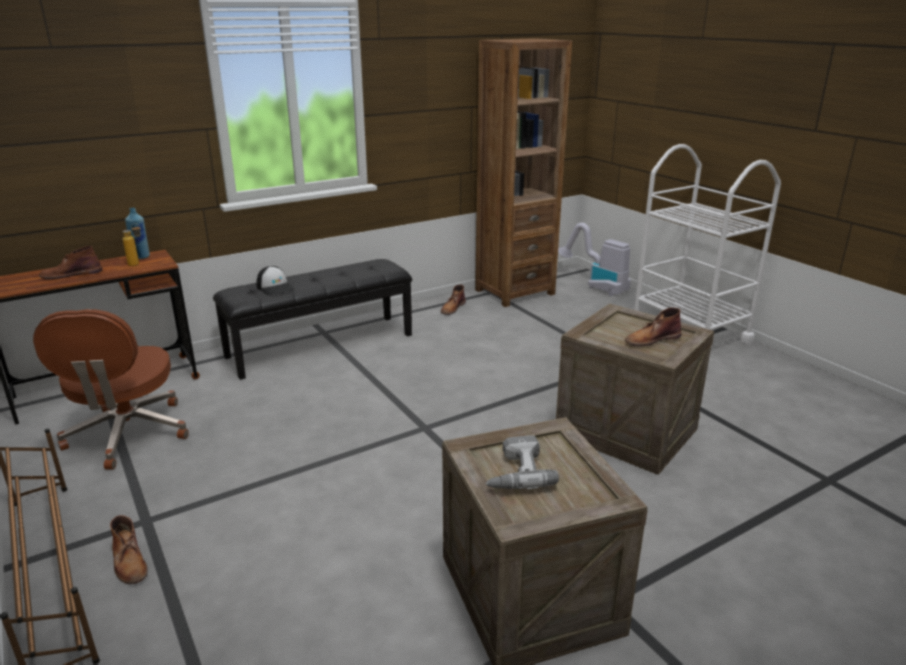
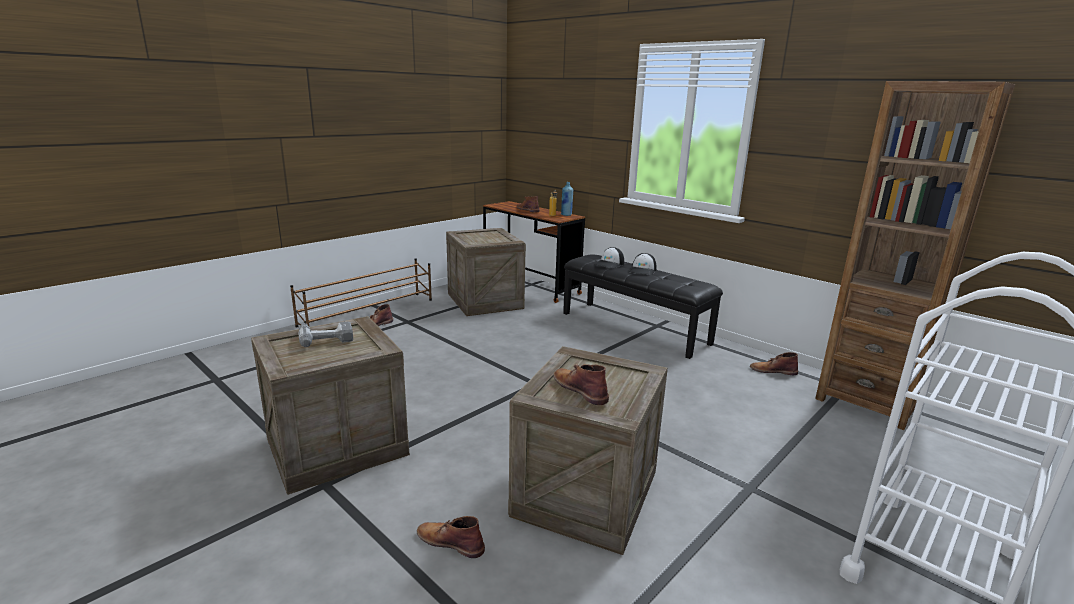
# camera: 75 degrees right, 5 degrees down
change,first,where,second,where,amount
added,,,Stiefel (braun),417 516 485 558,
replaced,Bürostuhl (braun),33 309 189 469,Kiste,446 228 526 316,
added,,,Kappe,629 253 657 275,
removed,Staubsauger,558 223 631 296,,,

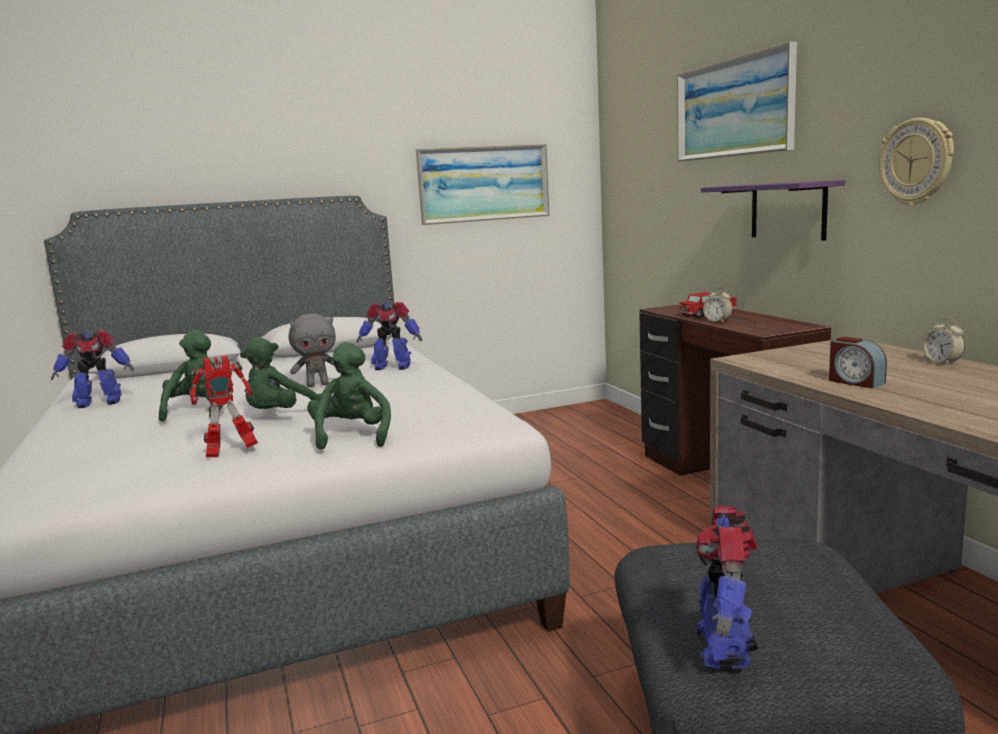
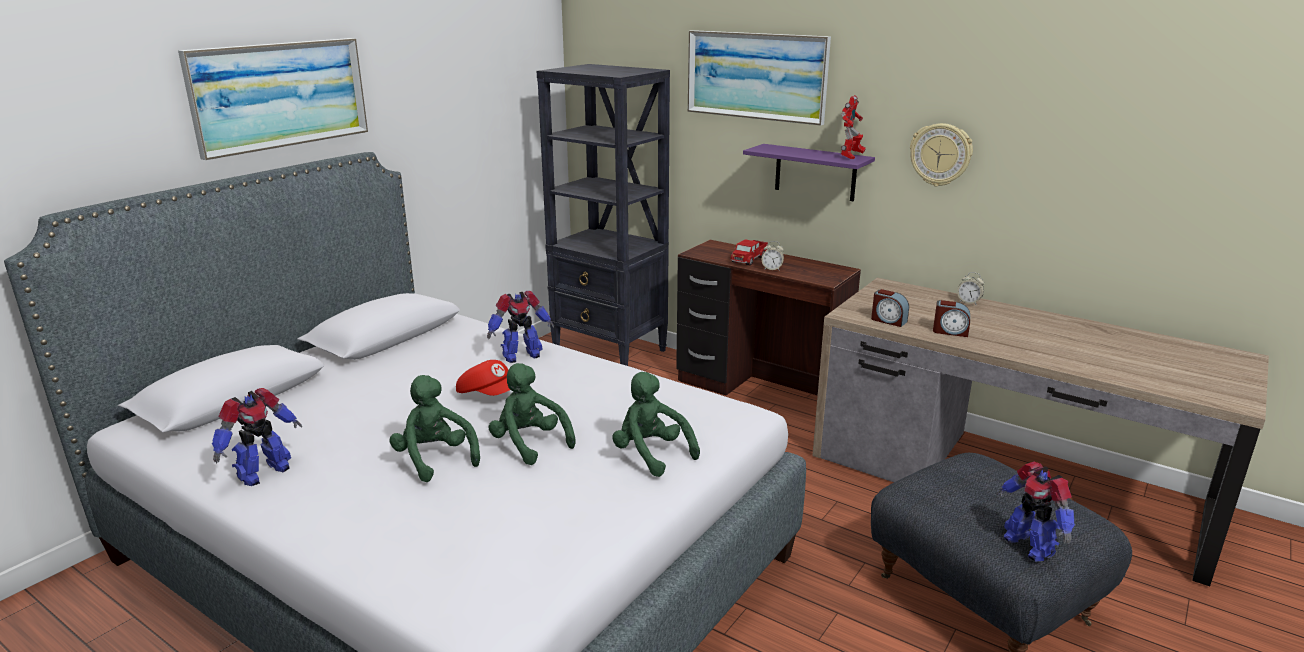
# camera: 35 degrees left, 10 degrees up
change,first,where,second,where,amount
moved,Bild,416 144 550 225,,178 38 368 160,
replaced,Plüschtier (grau),288 314 336 387,Kappe (rot),456 360 510 396,
turned,Plüschtier (grün),240 337 322 409,,489 363 576 465,135 degrees clockwise
added,,,Bücherregal (schwarz),537 64 670 366,
moved,Spielzeugroboter,190 355 258 457,,841 95 866 159,
added,,,Wecker,871 289 909 327,

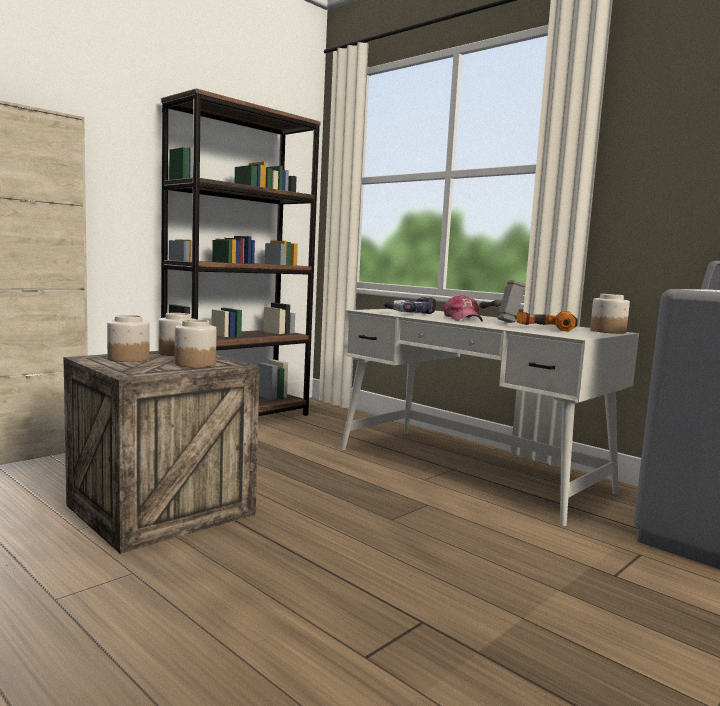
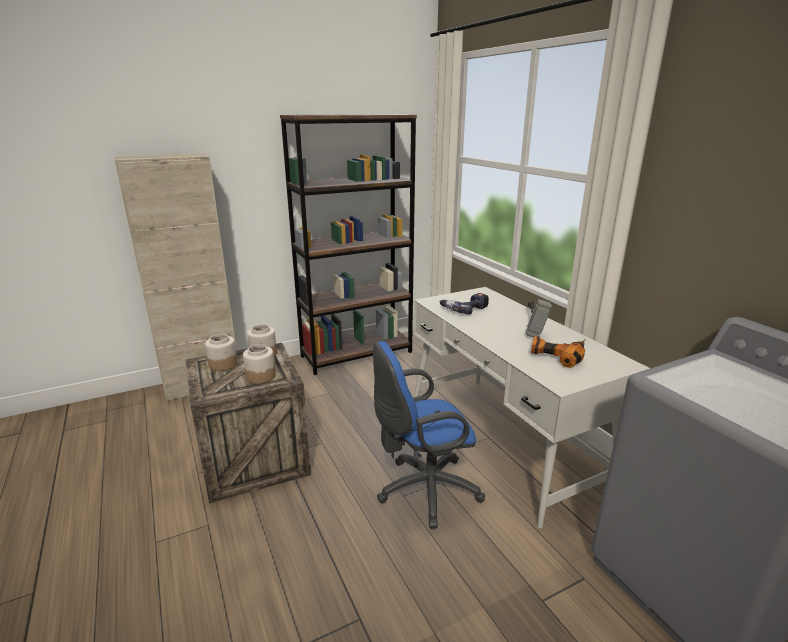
# camera: 20 degrees right, 15 degrees up
change,first,where,second,where,amount
added,,,Bürostuhl (blau),373 341 485 529,
removed,Kappe,443 295 483 322,,,
removed,Vorratsglas,590 294 630 334,,,

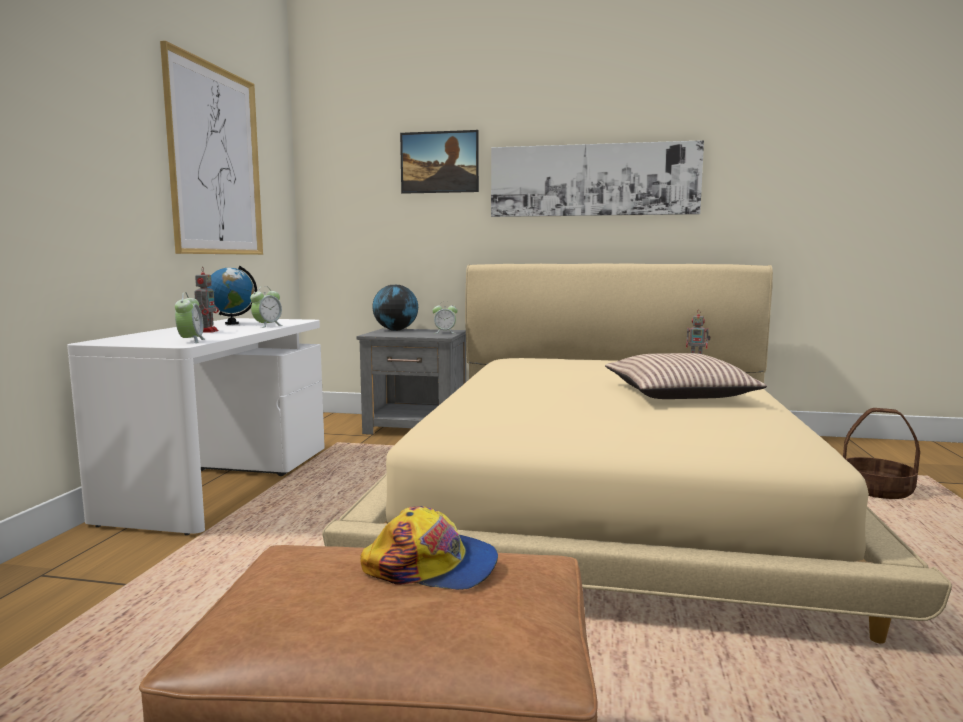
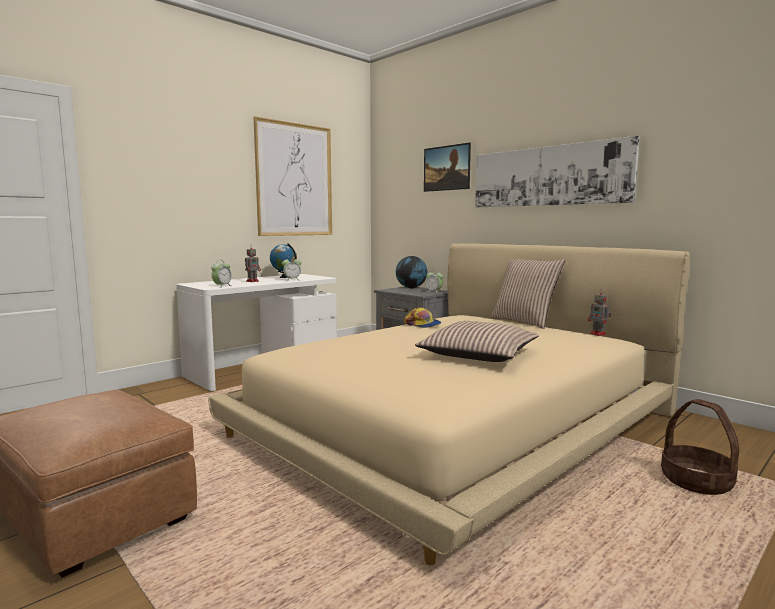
# camera: 35 degrees right, 0 degrees up
change,first,where,second,where,amount
moved,Kappe,360 506 498 590,,404 307 442 328,
added,,,Kissen,491 259 566 329,

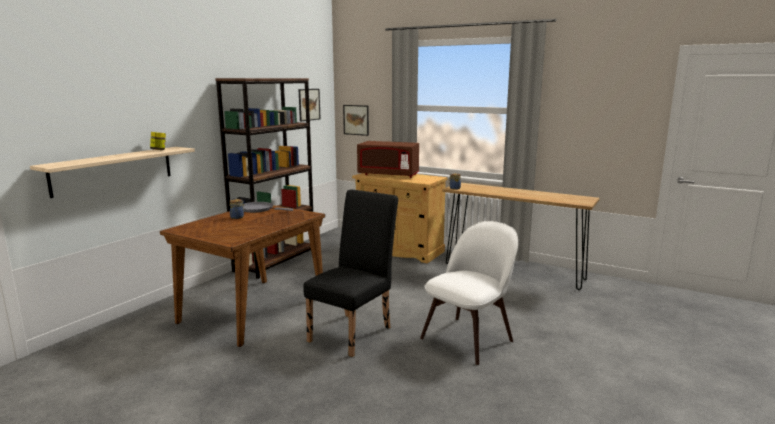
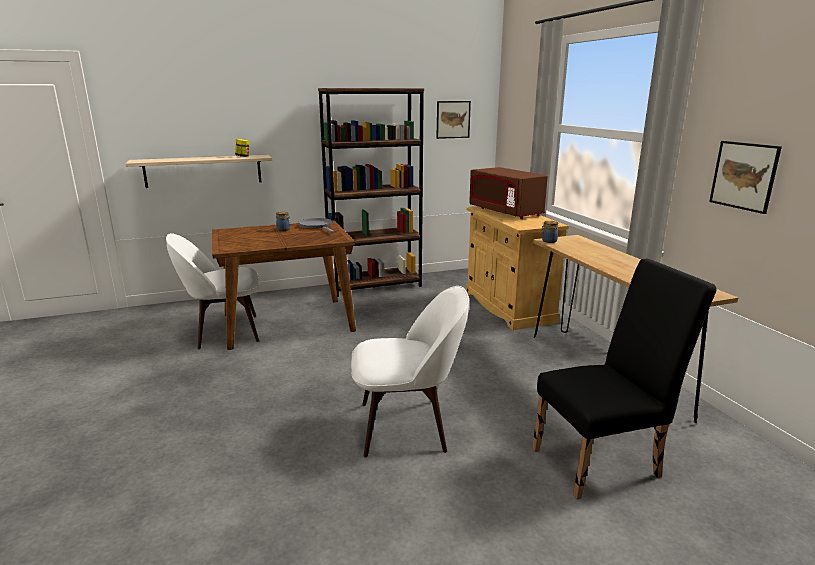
# camera: 40 degrees right, 5 degrees up
change,first,where,second,where,amount
added,,,Stuhl (weiß),166 233 260 349,
moved,Stuhl (schwarz),303 189 398 357,,532 259 717 499,
moved,Bild,343 105 369 136,,709 141 782 214,

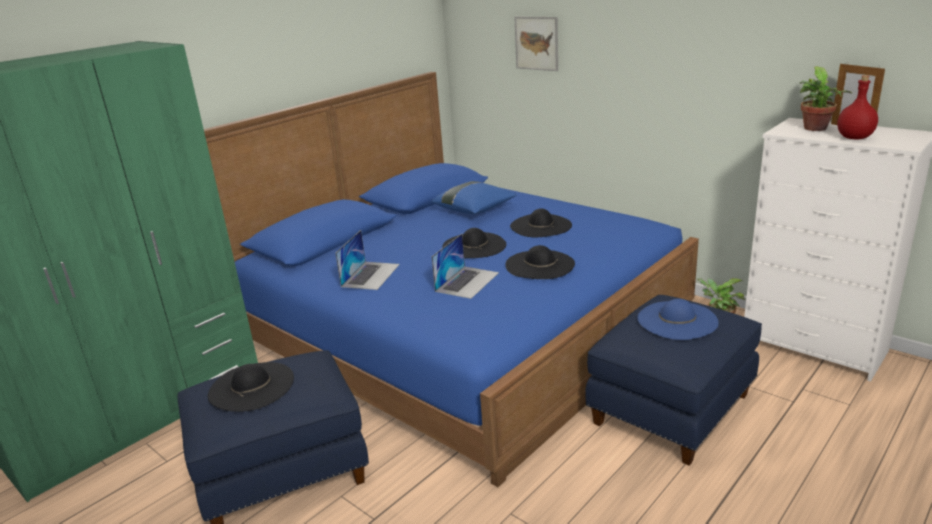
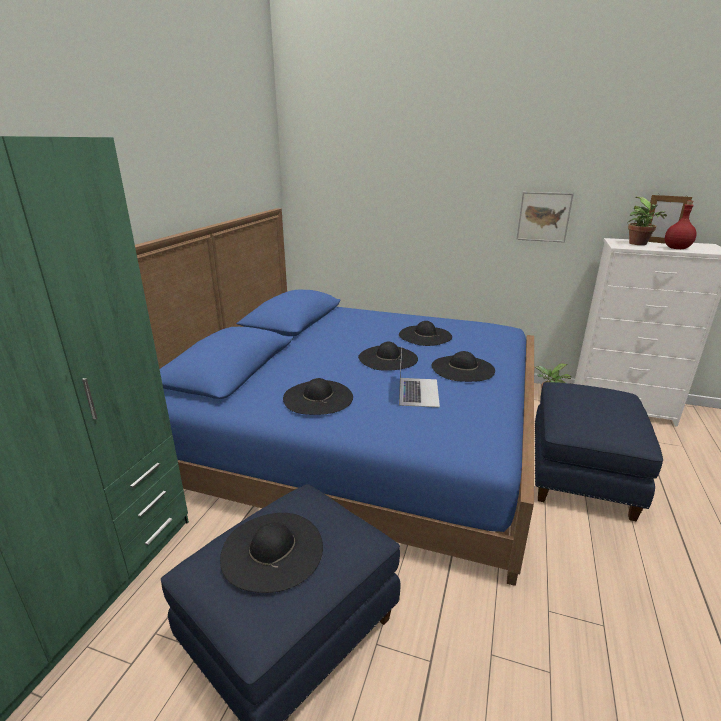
# camera: 25 degrees left, 0 degrees up
change,first,where,second,where,amount
replaced,Laptop,335 230 400 290,Hut (schwarz),283 378 353 415,
moved,Bild,514 16 558 71,,516 192 574 243,
removed,Kissen (blau),431 181 517 214,,,
removed,Hut (blau),637 299 719 340,,,

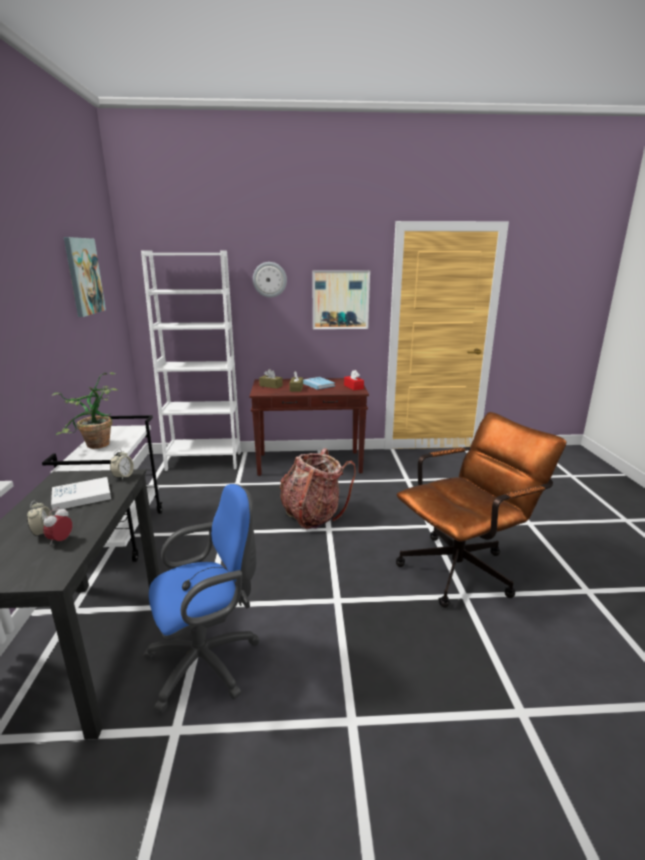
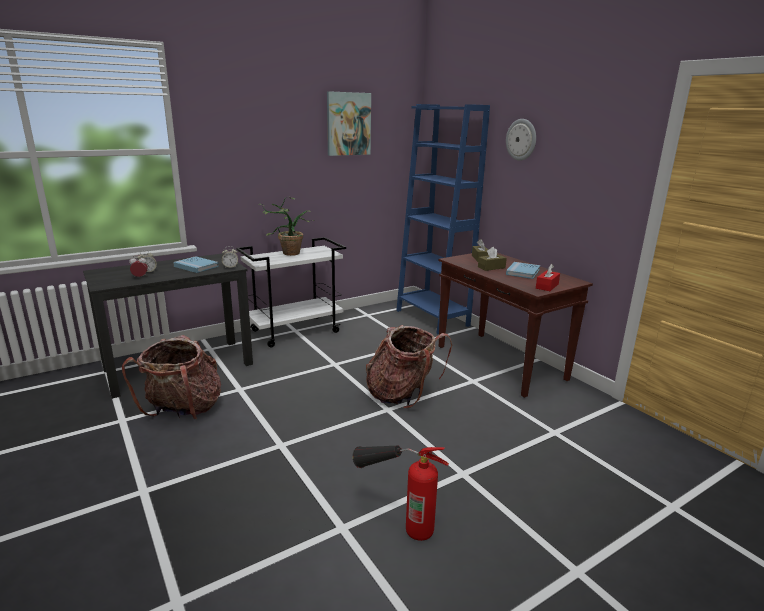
# camera: 60 degrees right, 0 degrees up
change,first,where,second,where,amount
replaced,Bürostuhl (blau),143 484 260 713,Rucksack,122 335 221 420,
recoloured,Buch (weiß),51 477 111 511,Buch (blau),173 256 219 273,
replaced,Bürostuhl (braun),396 412 567 608,Feuerlöscher,353 446 449 541,
recoloured,Bücherregal (weiß),141 250 241 471,Bücherregal (blau),396 104 490 334,
removed,Bild,312 270 370 329,,,

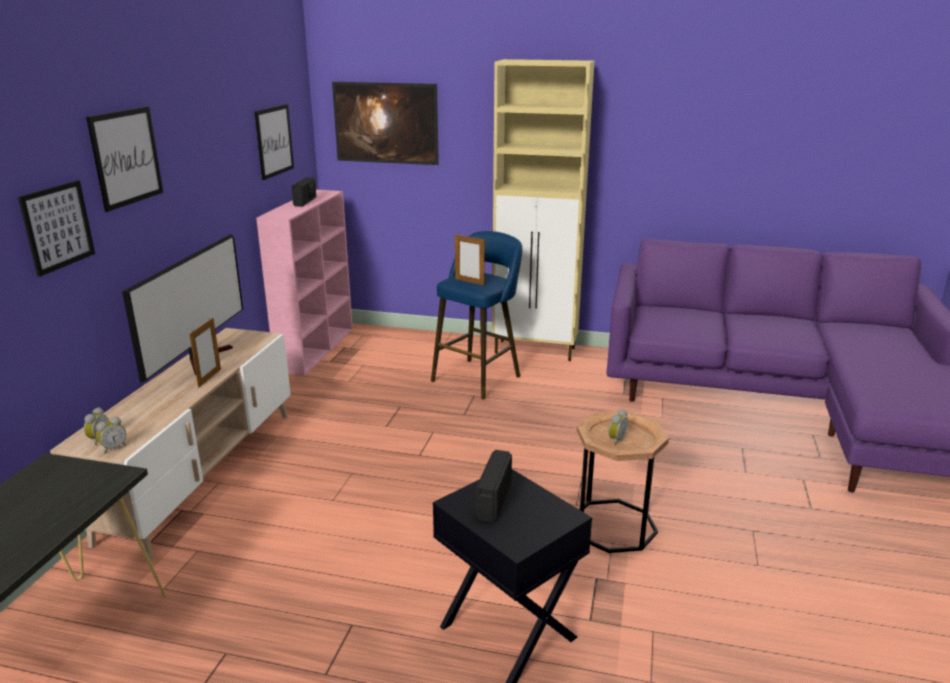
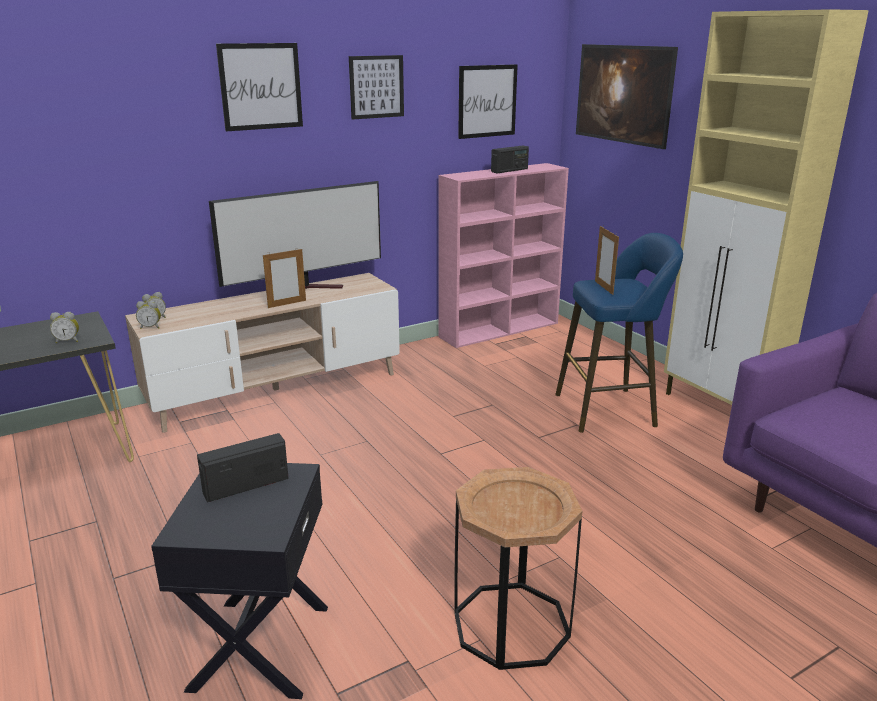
# camera: 45 degrees right, 0 degrees up
change,first,where,second,where,amount
moved,Wecker,608 409 629 445,,50 312 79 343,
moved,Bild,18 180 95 277,,349 55 404 120,

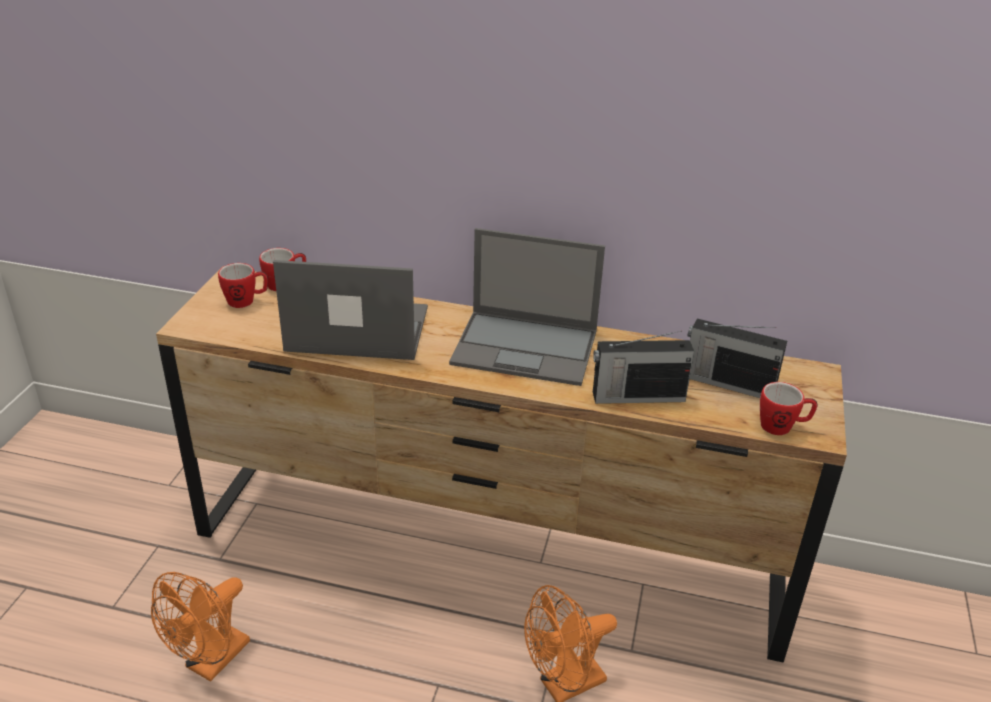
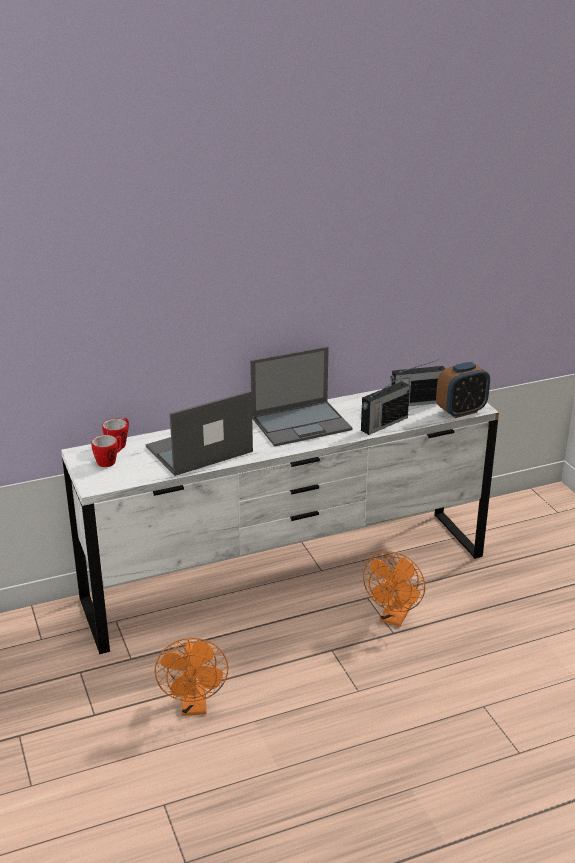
# camera: 35 degrees left, 5 degrees down
change,first,where,second,where,amount
recoloured,Kommode (braun),156 271 847 663,Kommode (weiß),61 389 499 654,
replaced,Henkelbecher,760 382 818 435,Wecker,436 362 490 418,

